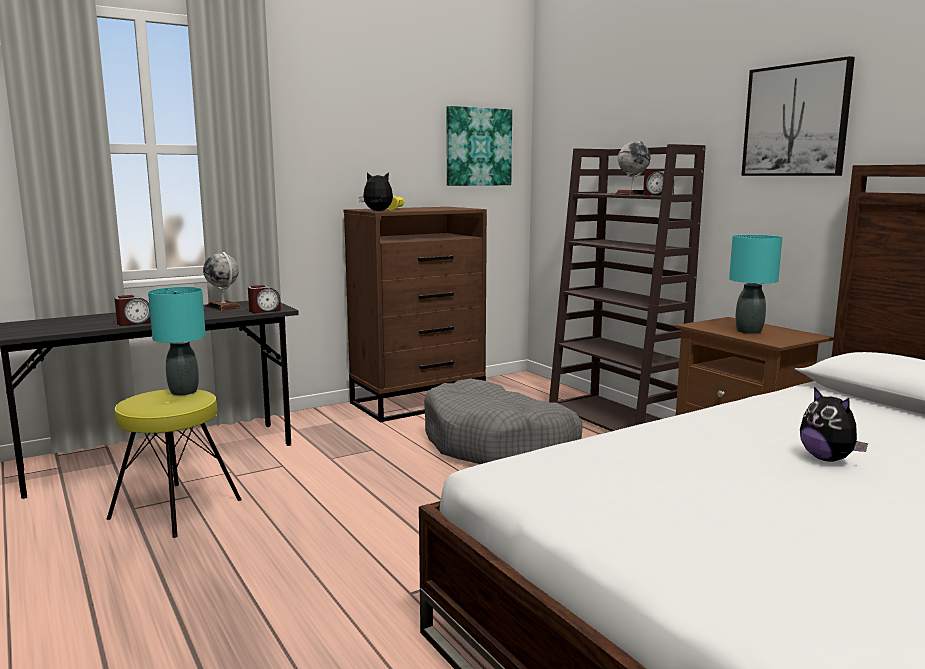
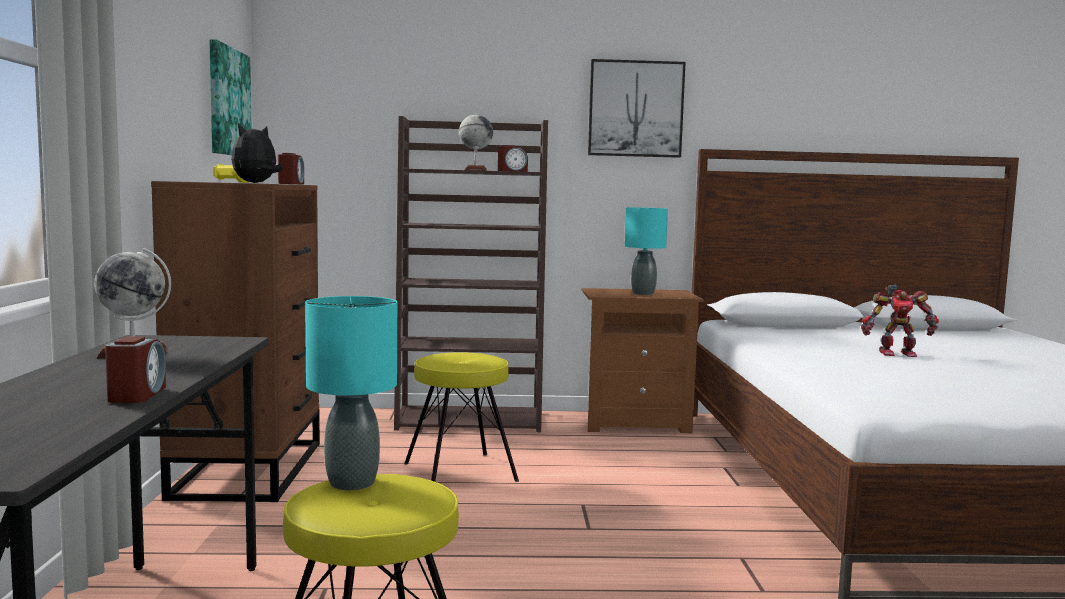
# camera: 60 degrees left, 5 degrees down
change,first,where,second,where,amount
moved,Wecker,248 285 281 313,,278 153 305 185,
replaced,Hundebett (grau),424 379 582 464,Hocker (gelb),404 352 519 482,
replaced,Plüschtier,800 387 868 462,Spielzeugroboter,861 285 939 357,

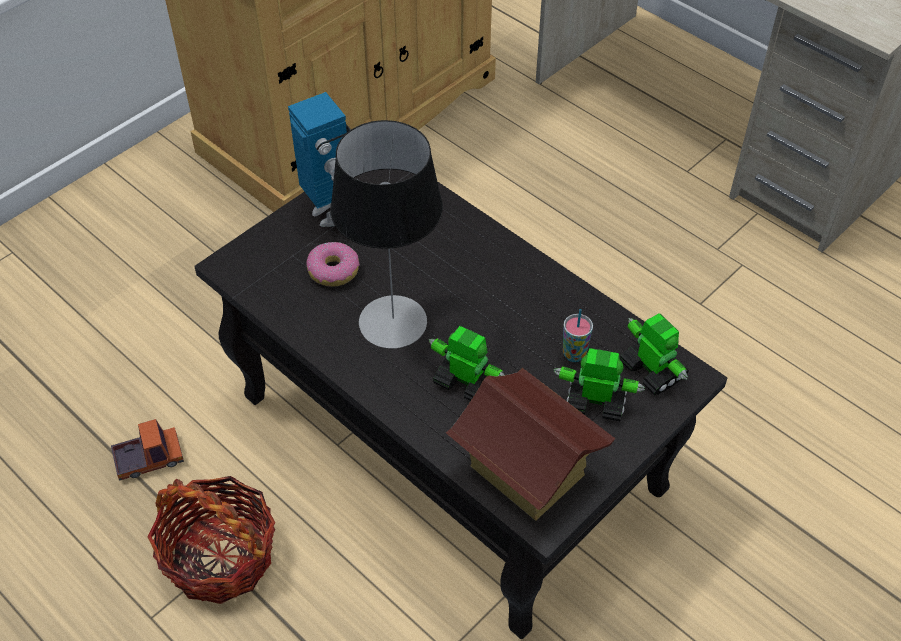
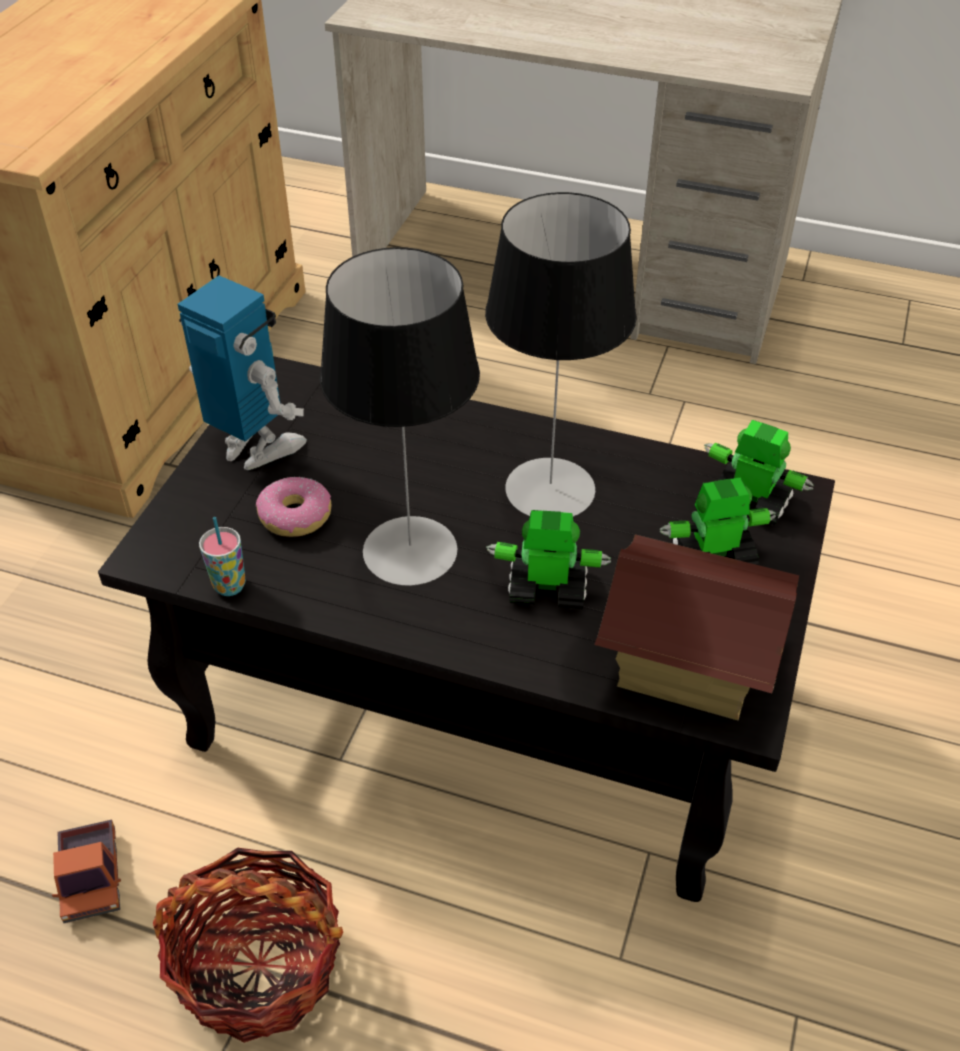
# camera: 25 degrees left, 5 degrees down
change,first,where,second,where,amount
turned,Spielzeuglaster,111 419 184 481,,52 820 121 923,120 degrees clockwise
moved,Tasse,563 309 593 362,,199 517 246 596,
added,,,Tischlampe,485 192 637 517,

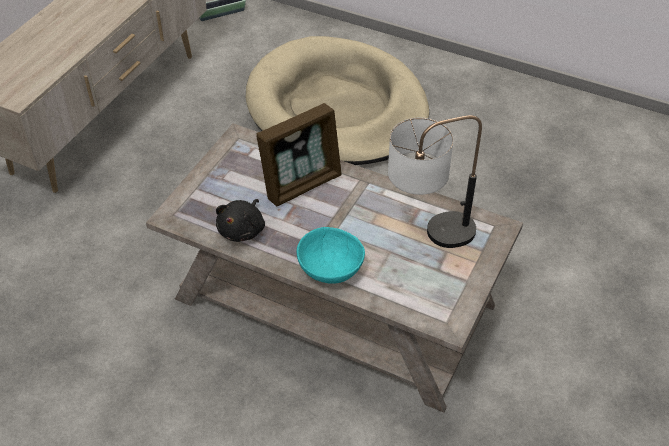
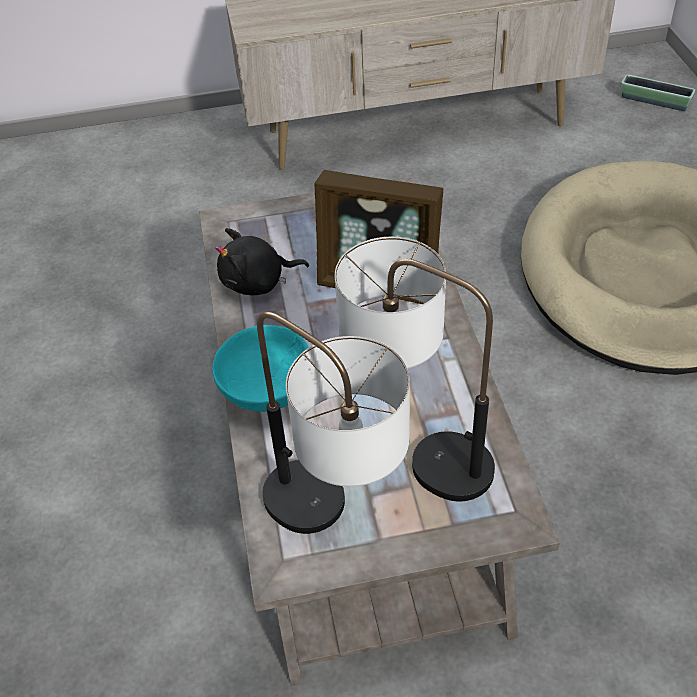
# camera: 55 degrees right, 0 degrees up
change,first,where,second,where,amount
added,,,Tischlampe,257 312 410 534,

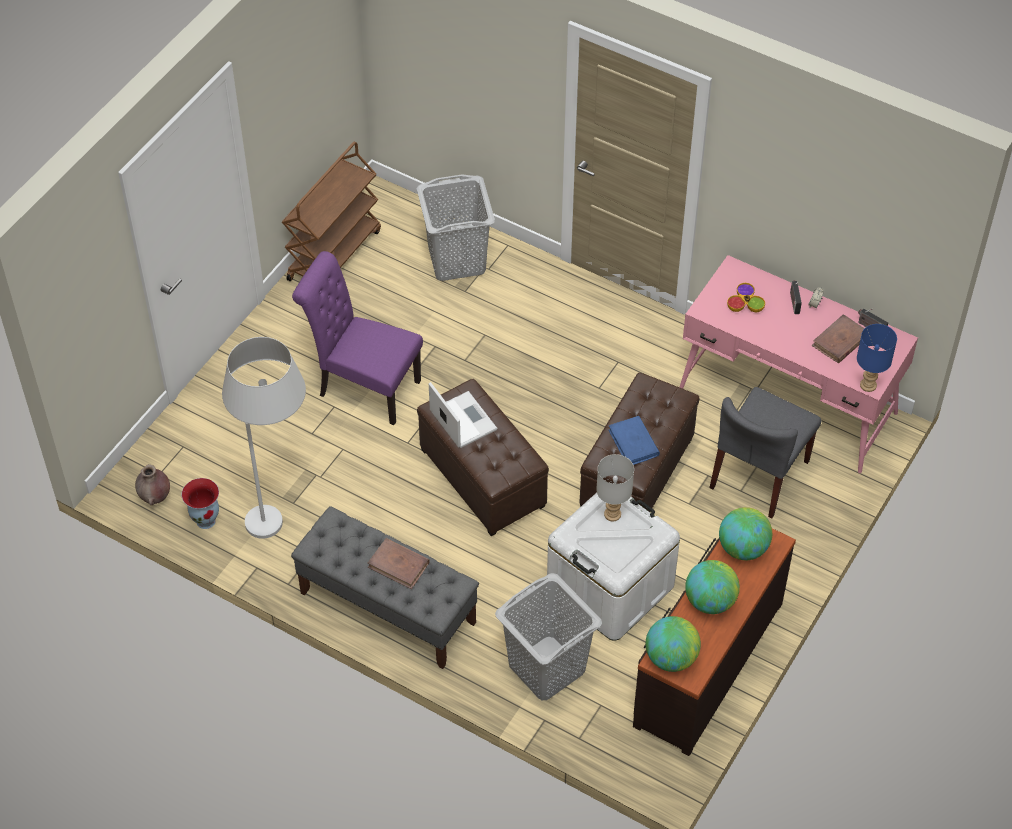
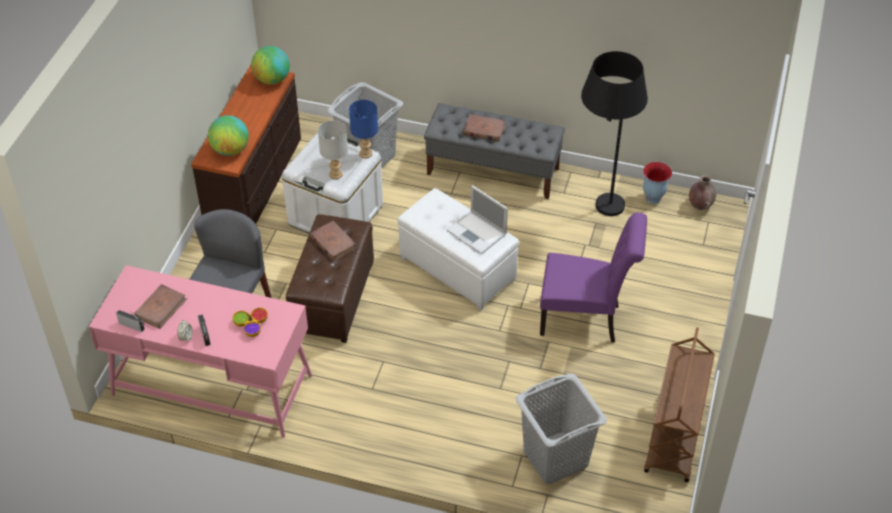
# camera: 165 degrees right, 5 degrees down
change,first,where,second,where,amount
recoloured,Buch (blau),608 416 660 465,Buch (braun),310 221 356 261,
moved,Tischlampe (blau),857 324 897 392,,349 100 378 158,
recoloured,Polsterhocker (braun),417 379 549 536,Polsterhocker (weiß),398 188 519 311,
recoloured,Stehlampe (weiß),222 337 306 539,Stehlampe (schwarz),581 51 648 216,
removed,Globus,685 560 740 614,,,

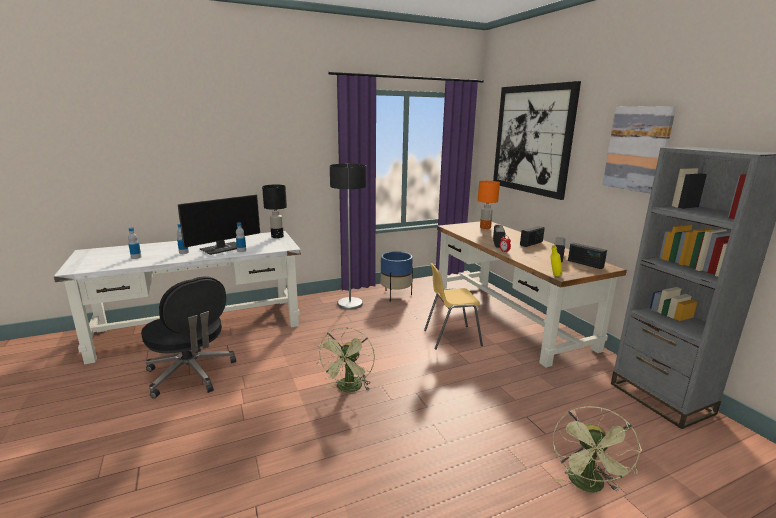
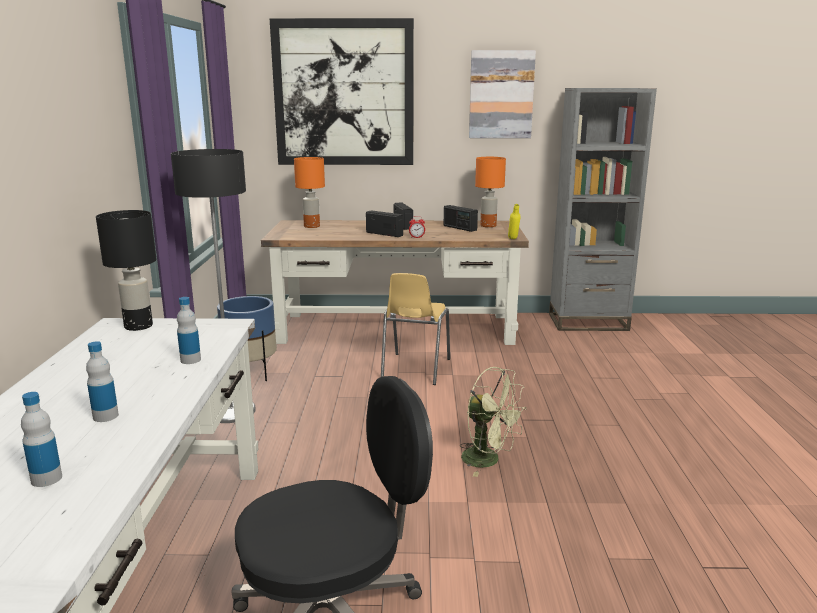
# camera: 65 degrees left, 0 degrees up
change,first,where,second,where,amount
replaced,Radio,568 243 607 269,Tischlampe (orange),475 157 506 227,
removed,Monitor,178 195 260 255,,,
removed,Ventilator (grün),553 406 642 492,,,

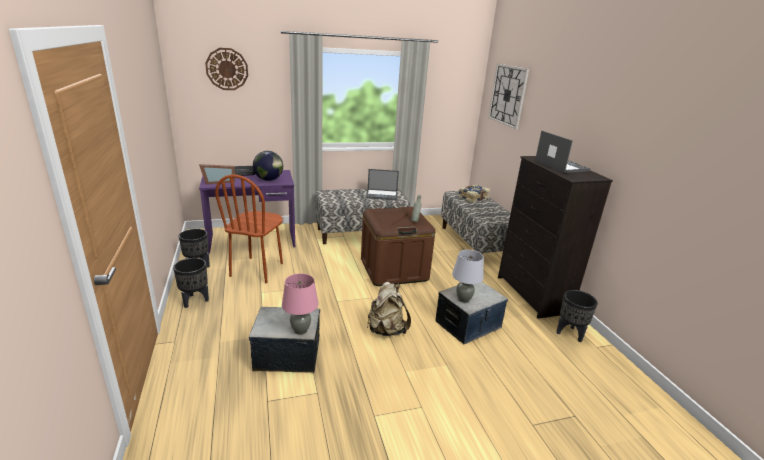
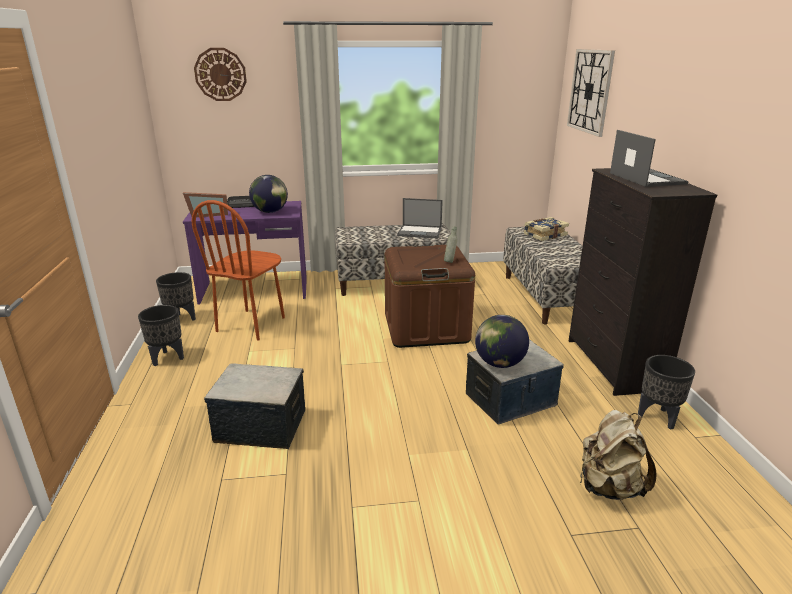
# camera: 10 degrees right, 0 degrees up
change,first,where,second,where,amount
replaced,Tischlampe (grau),452 250 484 303,Globus,475 315 529 368,
moved,Rucksack (beige),367 282 411 336,,580 410 657 500,
removed,Tischlampe (rosa),282 274 318 335,,,

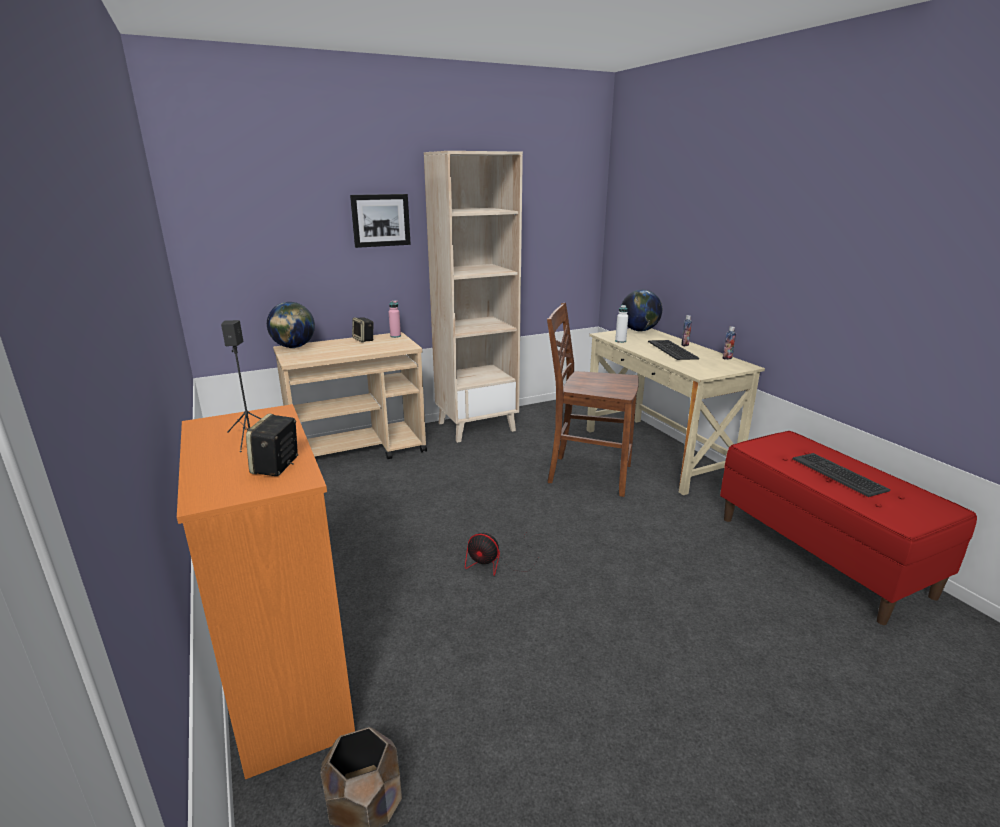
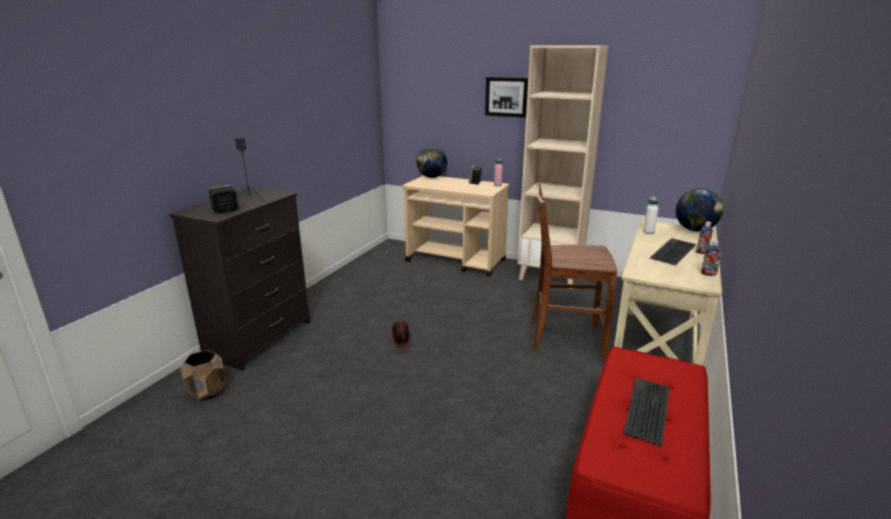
# camera: 50 degrees right, 0 degrees up
change,first,where,second,where,amount
recoloured,Kommode (orange),177 404 355 779,Kommode (schwarz),169 187 310 370,
turned,Stuhl (braun),547 303 639 497,,531 184 617 357,60 degrees counterclockwise

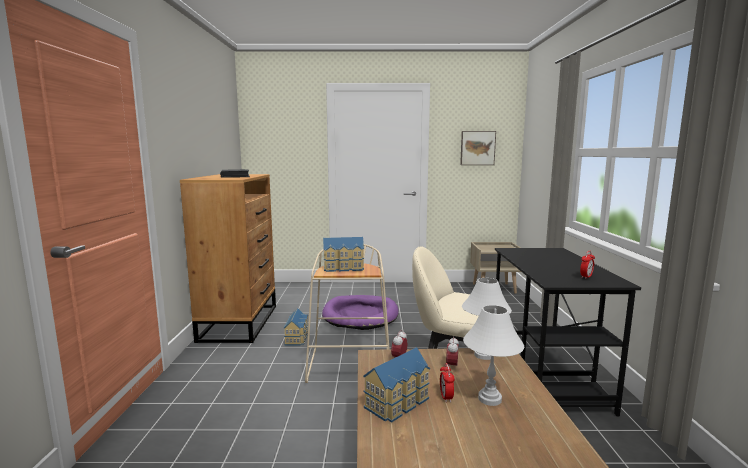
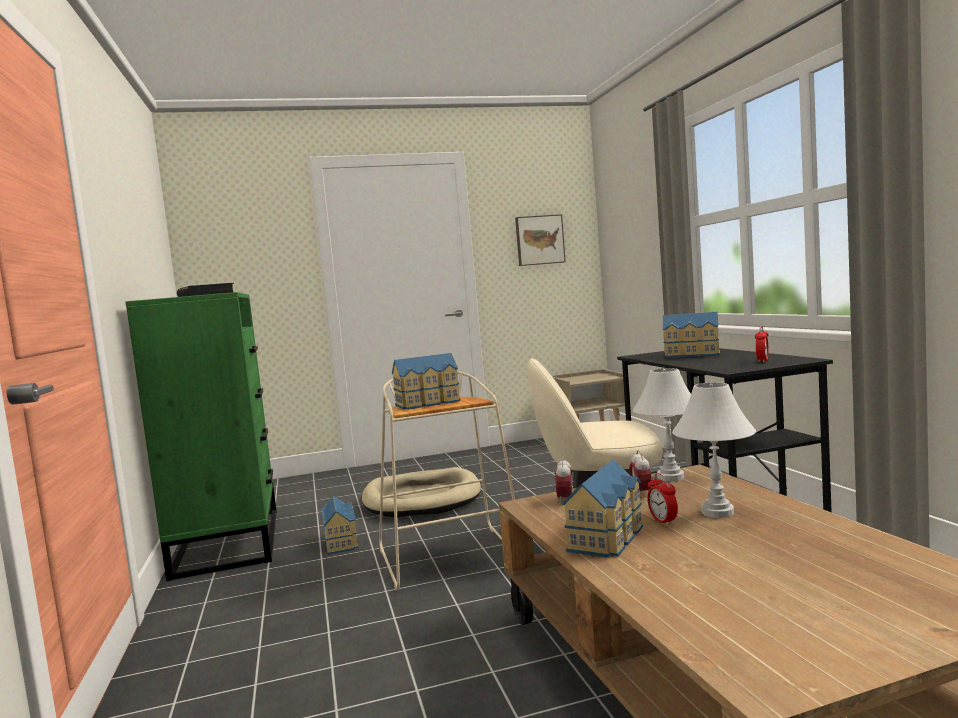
# camera: 15 degrees left, 5 degrees down
change,first,where,second,where,amount
recoloured,Kommode (braun),180 174 276 343,Kommode (grün),125 292 277 581,
recoloured,Hundebett (lila),322 295 399 330,Hundebett (beige),362 467 481 517,
added,,,Spielzeughaus,663 312 720 358,

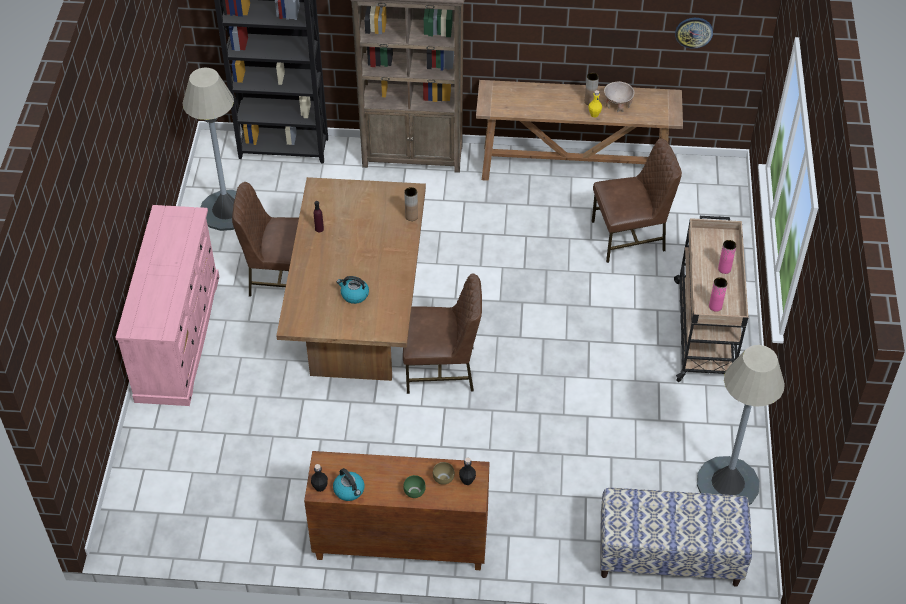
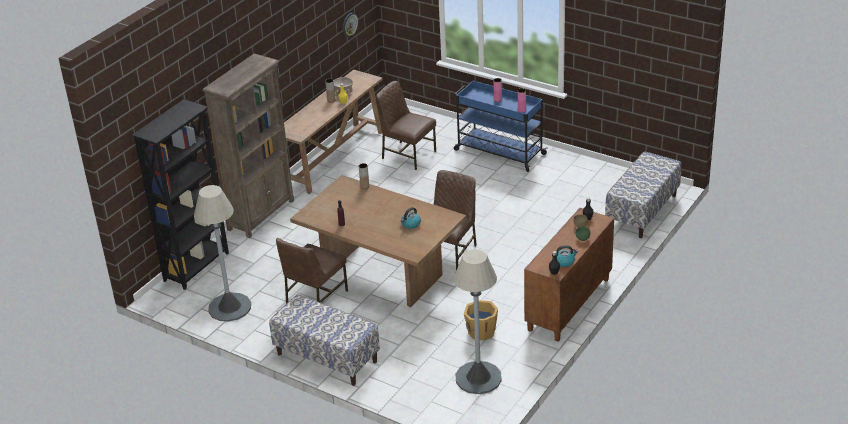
# camera: 60 degrees left, 15 degrees down
change,first,where,second,where,amount
replaced,Kommode (rosa),115 205 219 406,Bank,269 295 380 386,
turned,Stuhl (braun),592 139 682 263,,376 81 436 170,75 degrees counterclockwise
recoloured,Rollwagen (beige),674 216 749 382,Rollwagen (blau),454 81 548 172,
moved,Stehlampe (grau),697 345 785 505,,454 249 502 394,
added,,,Eimer (orange),464 300 498 340,

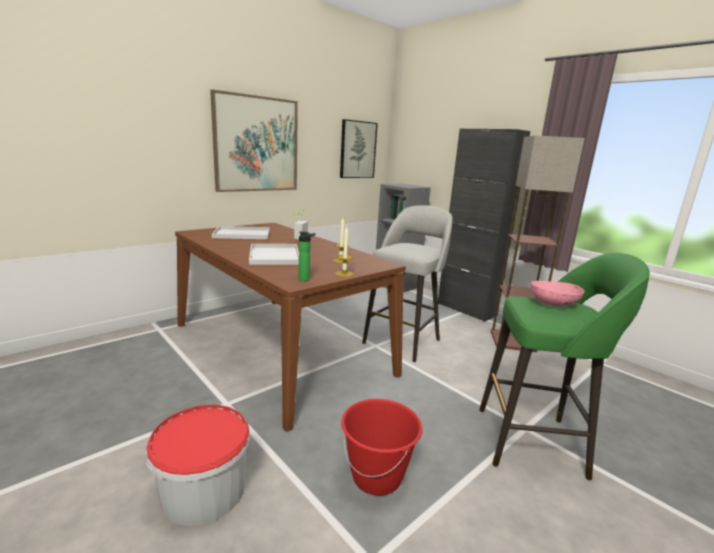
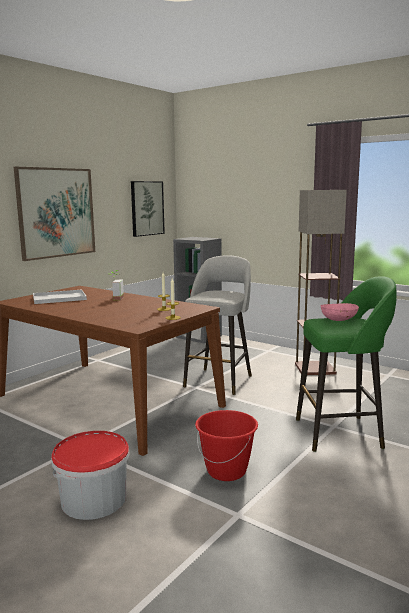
# camera: 10 degrees left, 5 degrees down
change,first,where,second,where,amount
removed,Tablett (weiß),249 244 299 265,,,
removed,Flasche,298 231 316 281,,,
removed,Schrank (schwarz),438 129 530 322,,,

